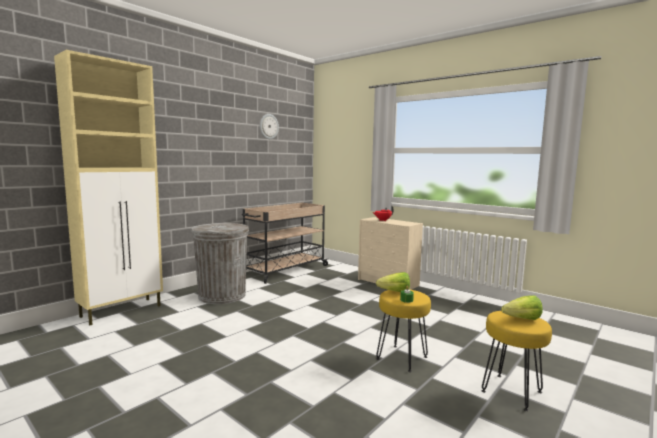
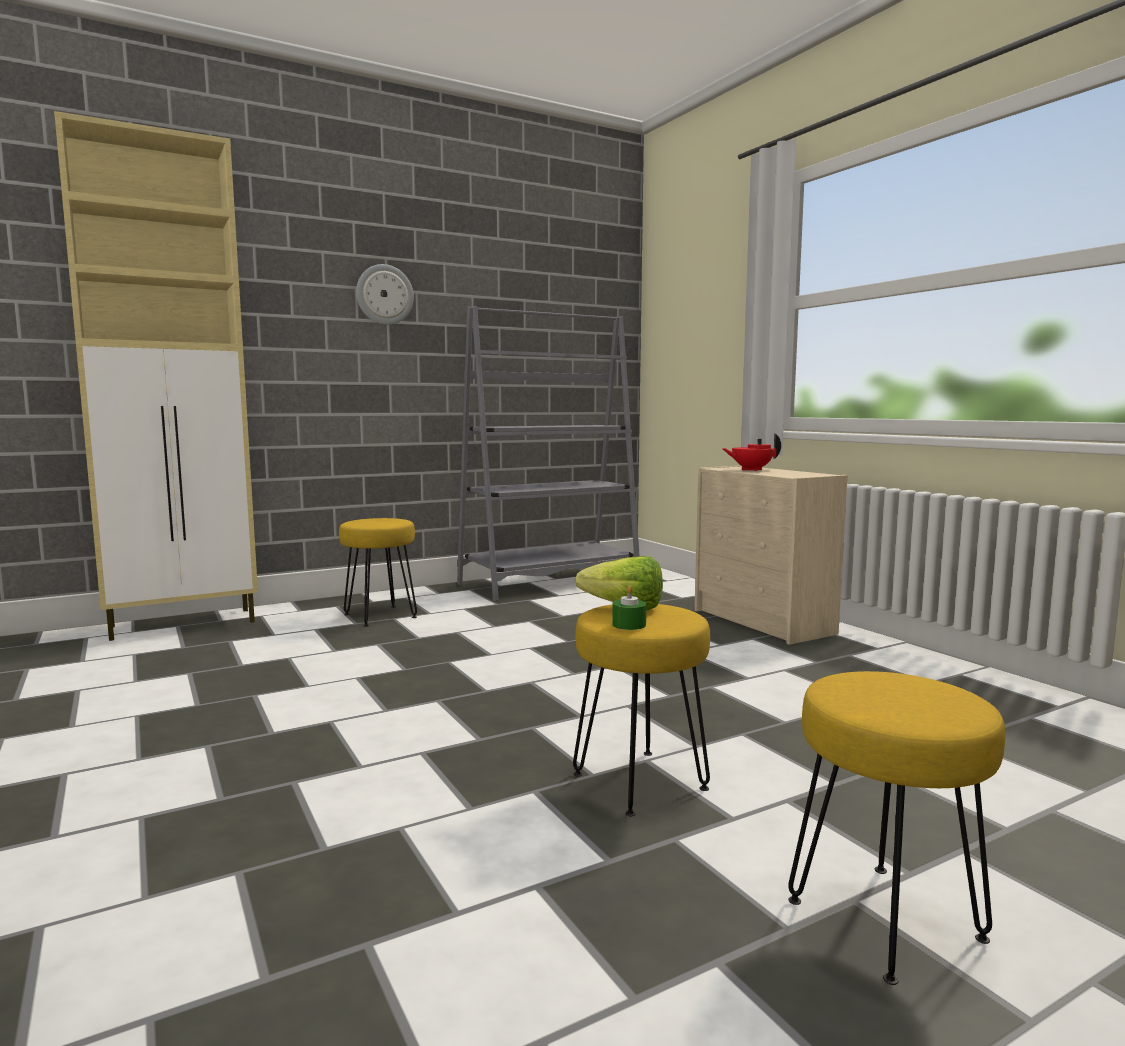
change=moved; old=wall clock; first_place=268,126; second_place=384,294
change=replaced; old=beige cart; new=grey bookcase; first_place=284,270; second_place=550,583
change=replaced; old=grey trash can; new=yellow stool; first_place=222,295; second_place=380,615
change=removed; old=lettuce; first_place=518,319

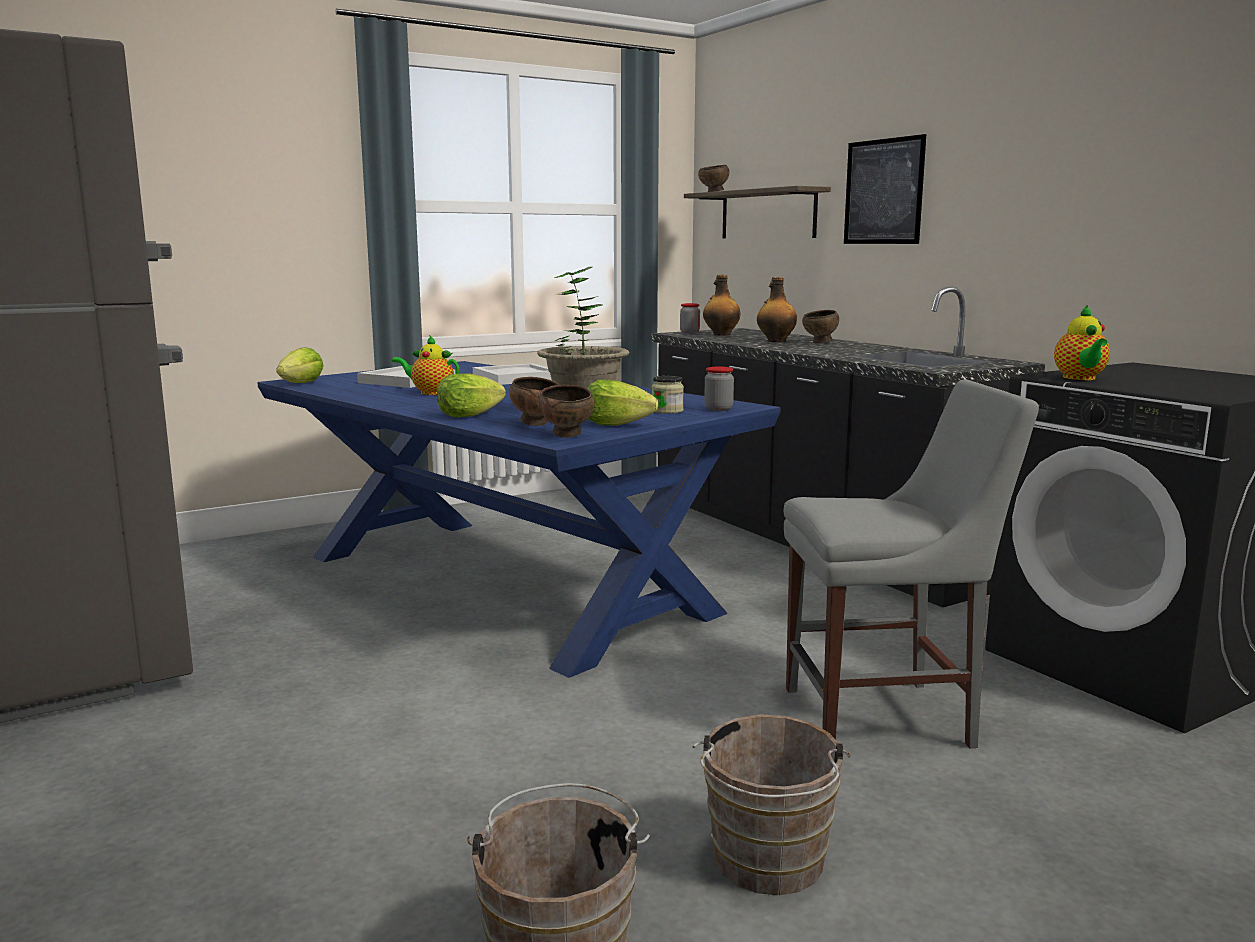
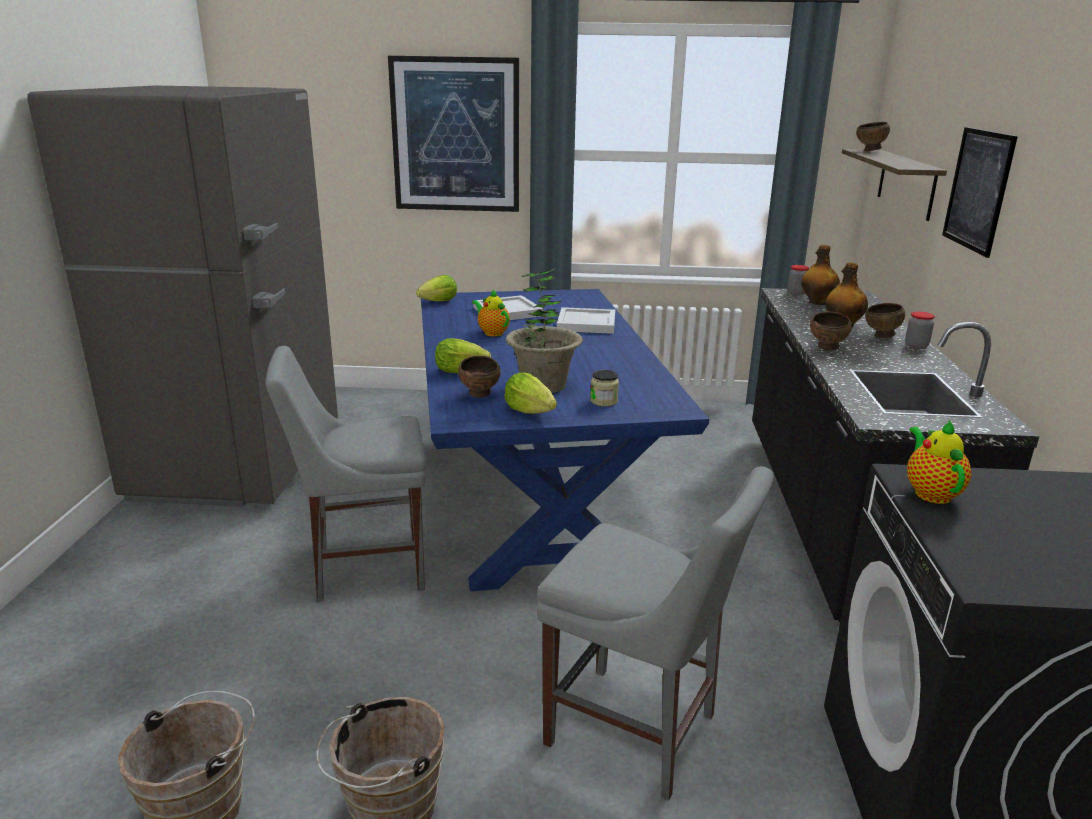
change=turned; old=teapot; first_place=1080,378; second_place=930,492; degrees=135
change=moved; old=jar; first_place=718,409; second_place=916,346
change=moved; old=brown bowl; first_place=567,435; second_place=827,348
change=added; new=picture; second_place=455,135
change=added; new=grey chair; second_place=363,568

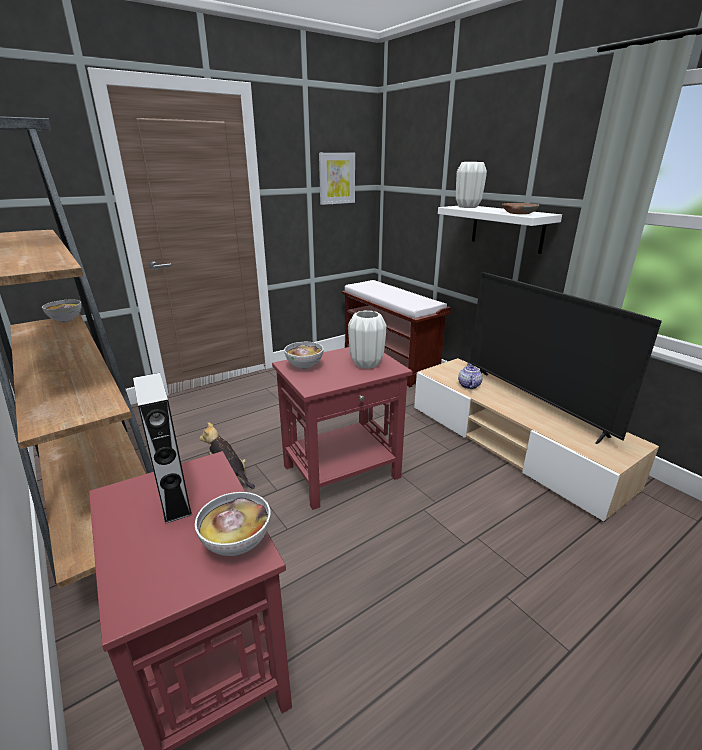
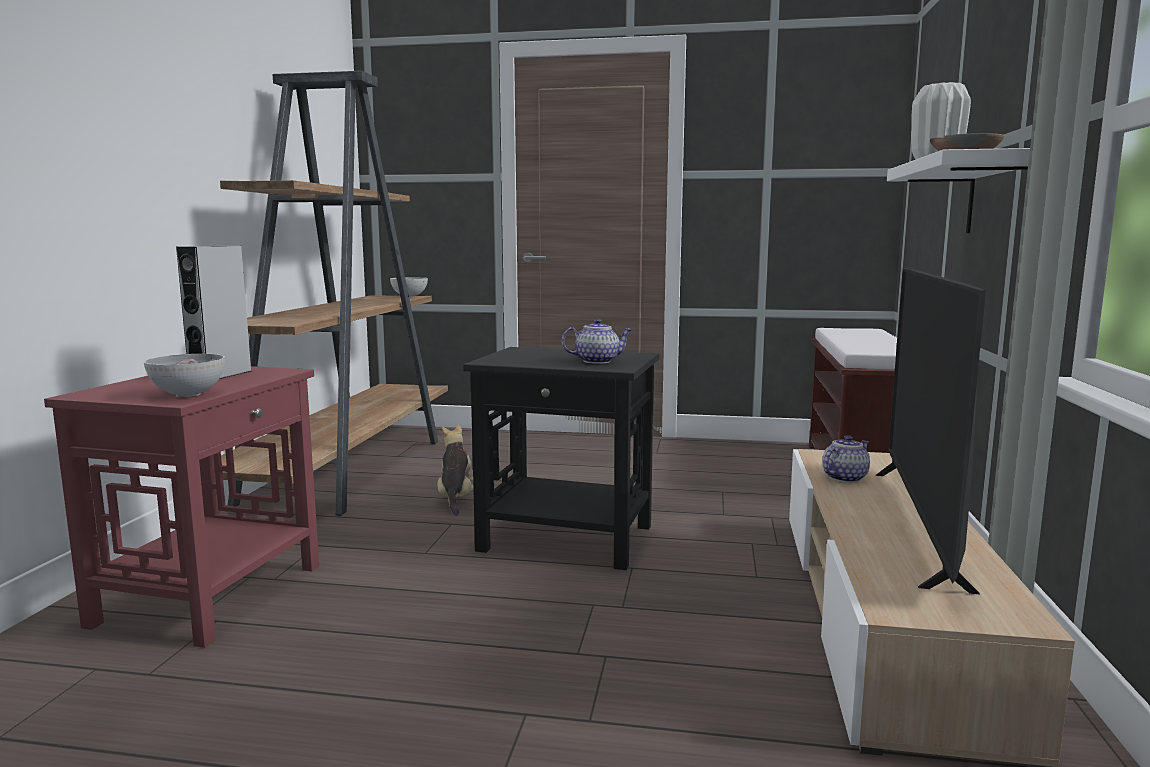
change=removed; old=picture; first_place=336,178
change=replaced; old=white vase; new=teapot; first_place=366,364; second_place=598,361
change=removed; old=bowl; first_place=305,366
change=recoloured; old=red side table; new=black side table; first_place=342,472; second_place=566,539

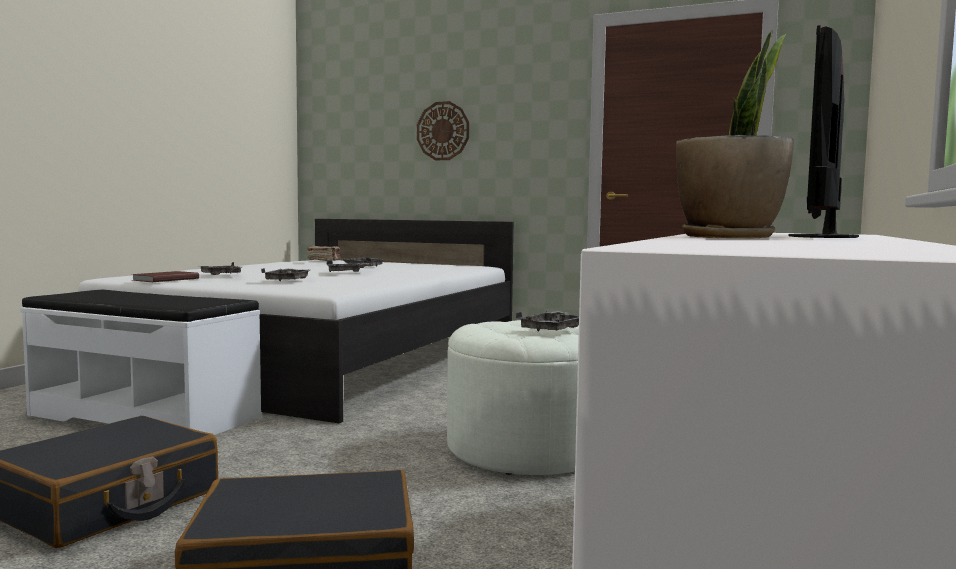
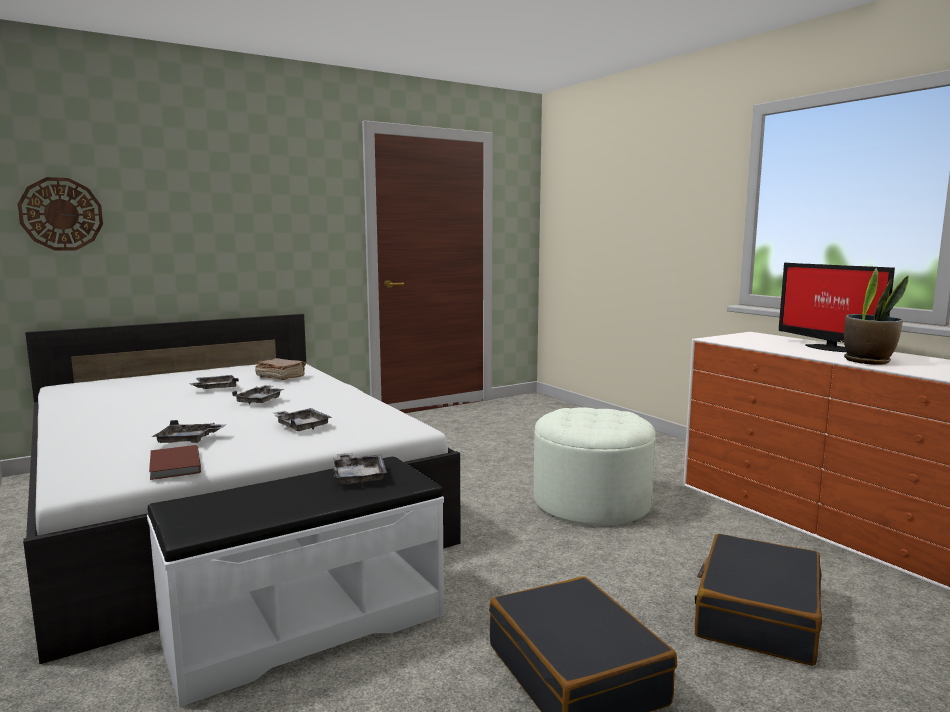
change=moved; old=wall clock; first_place=443,131; second_place=61,214
change=moved; old=brown book; first_place=324,261; second_place=280,377
change=moved; old=grey tray; first_place=552,329; second_place=358,477

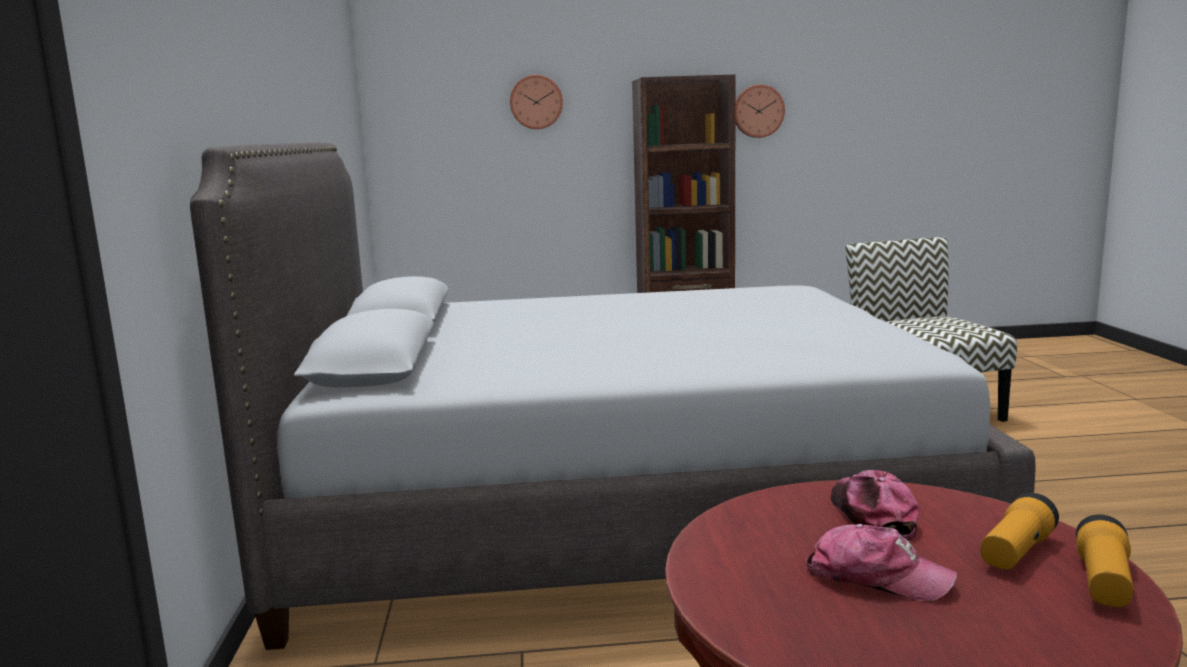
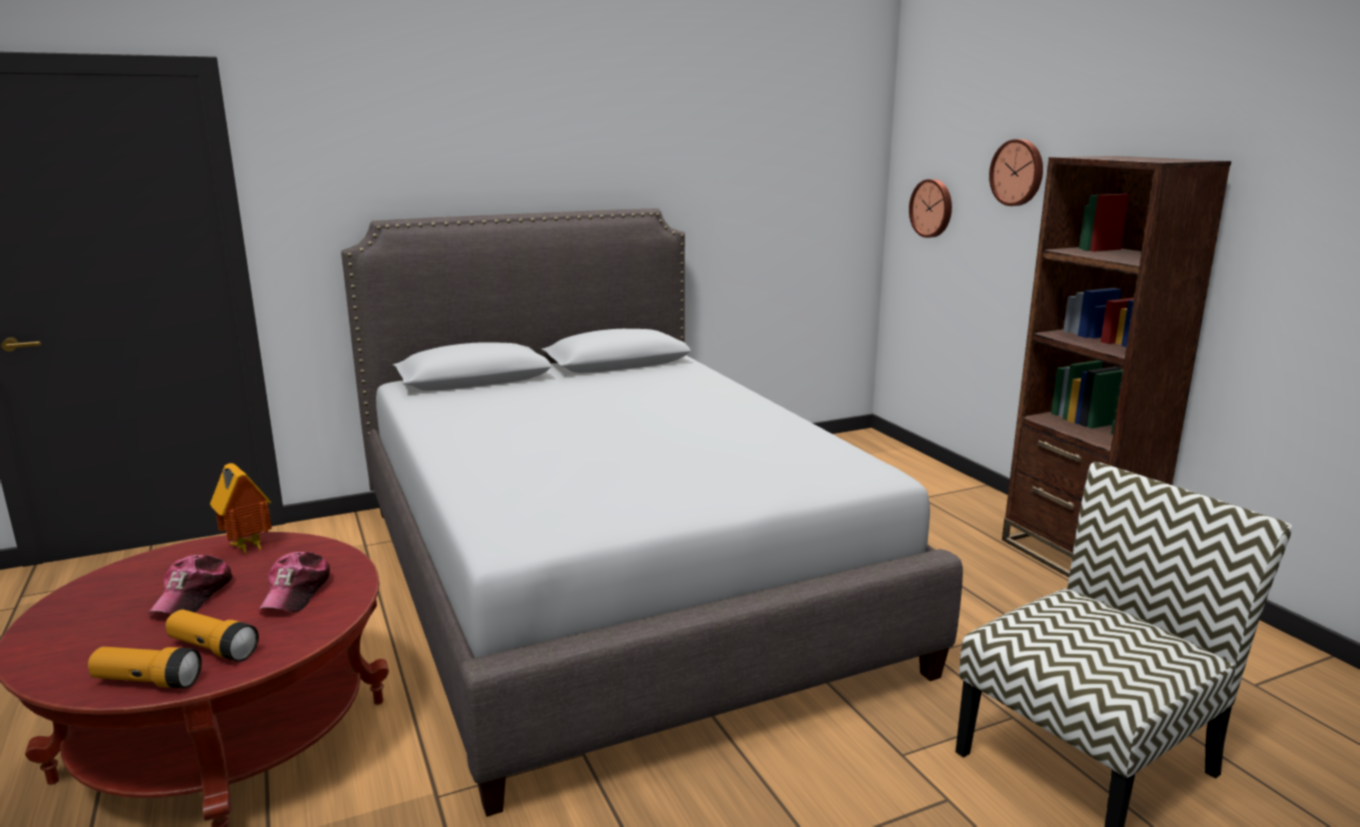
change=moved; old=wall clock; first_place=758,111; second_place=932,208
change=turned; old=cap; first_place=871,516; second_place=296,592; degrees=120
change=added; new=toy house; second_place=245,548

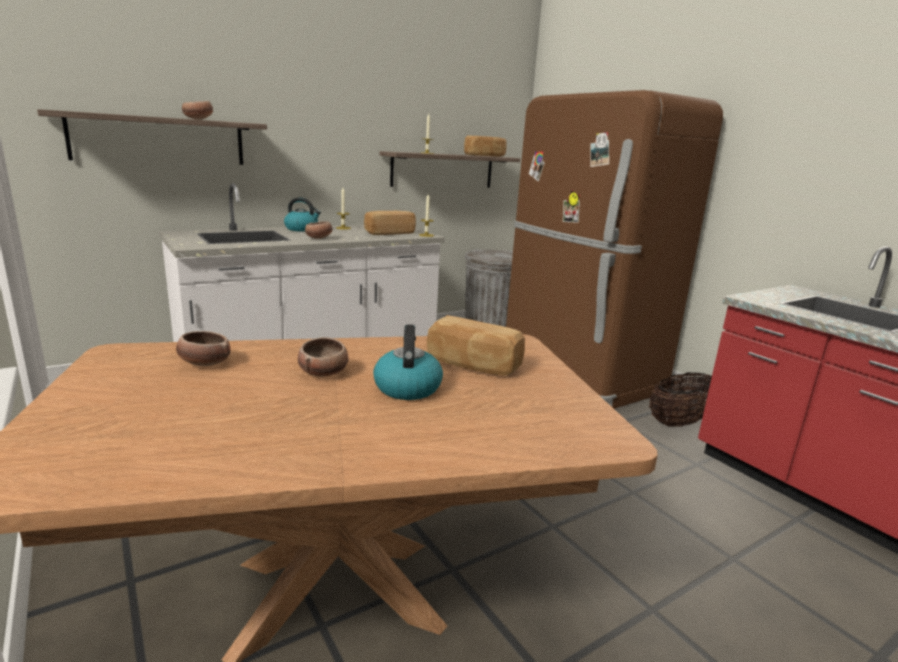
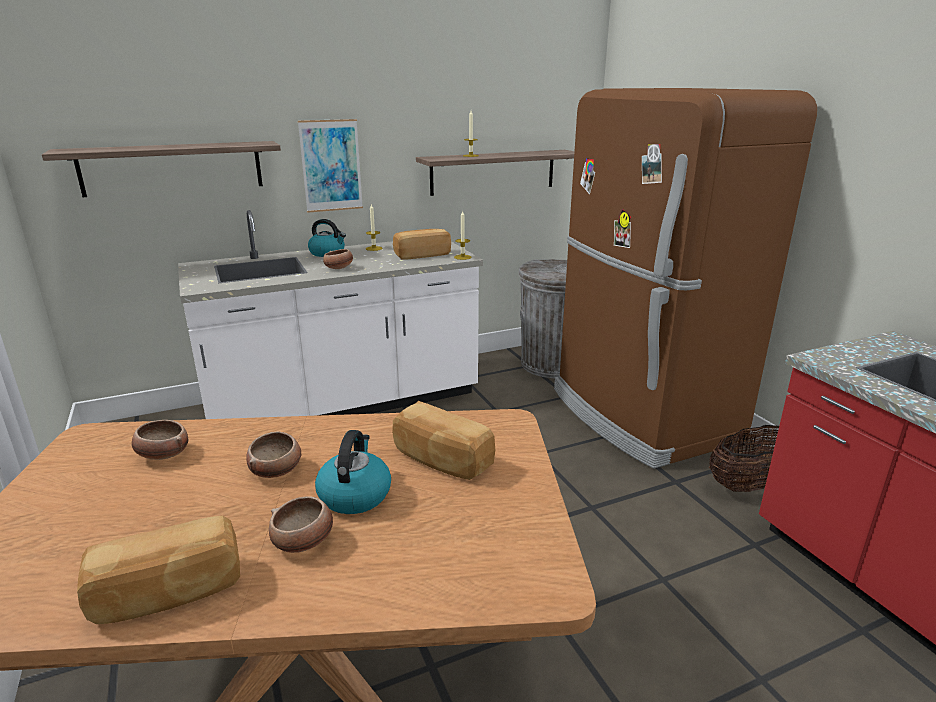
change=moved; old=bowl; first_place=198,119; second_place=304,541
change=moved; old=bread; first_place=485,156; second_place=169,593
change=added; new=picture; second_place=331,166

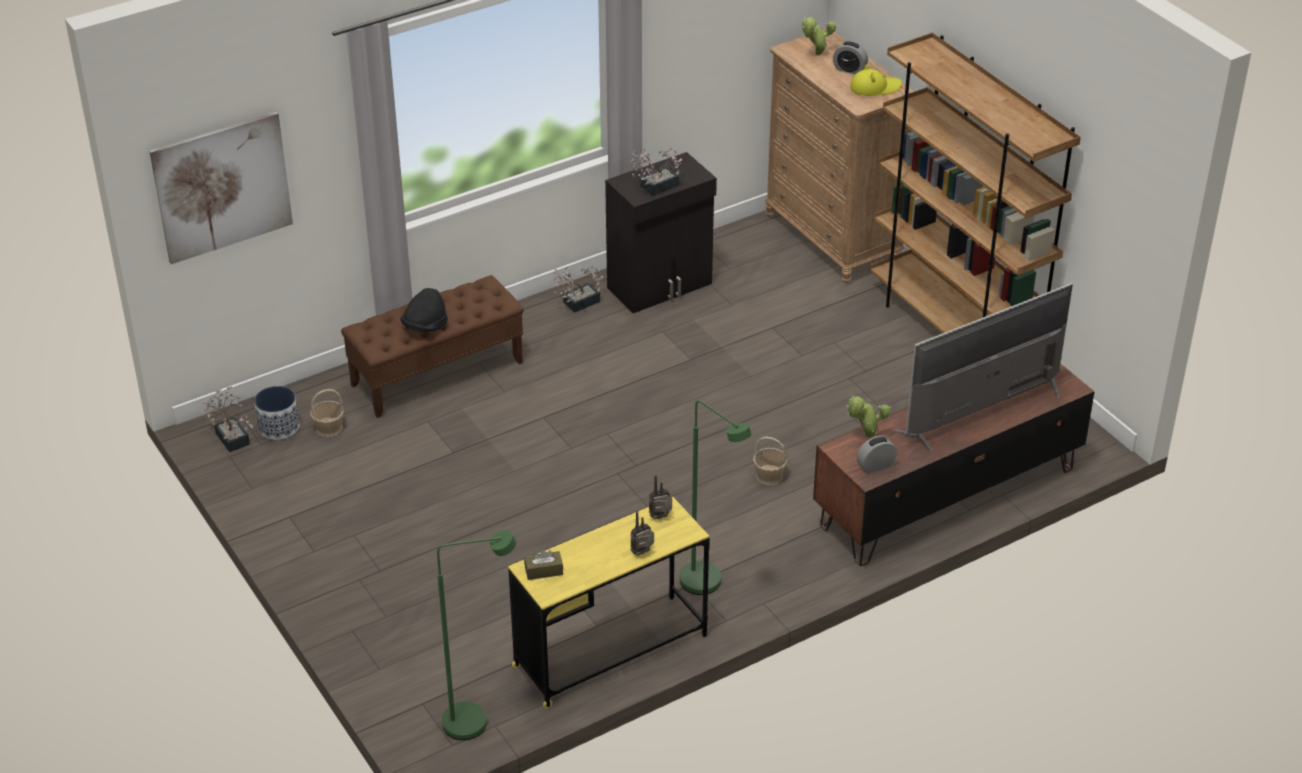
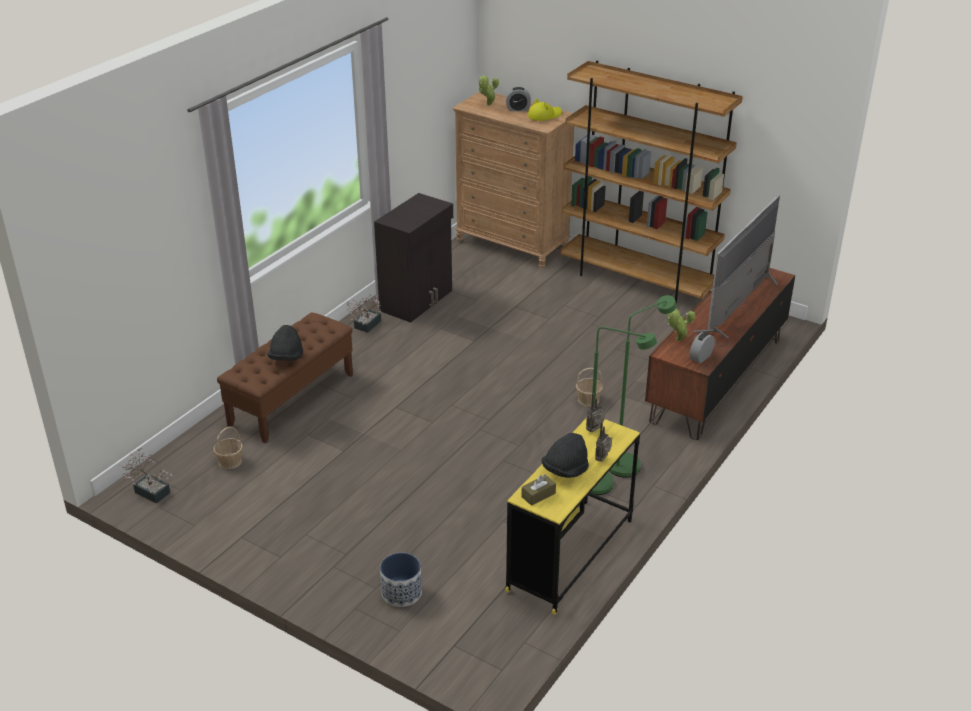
change=removed; old=picture; first_place=222,187
change=removed; old=potted plant; first_place=655,187
change=moved; old=planter; first_place=278,427; second_place=401,592
change=moved; old=green floor lamp; first_place=477,721; second_place=631,463
change=added; new=black hat; second_place=565,470

